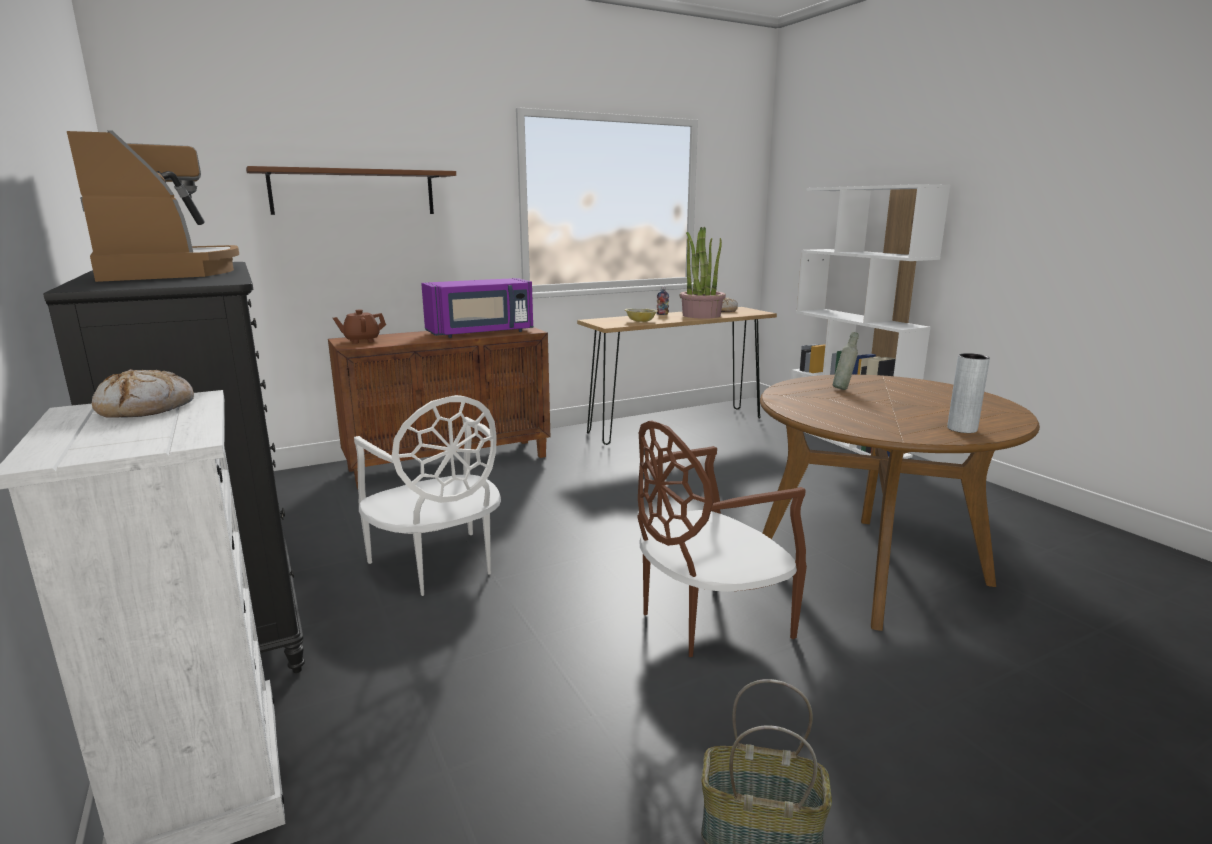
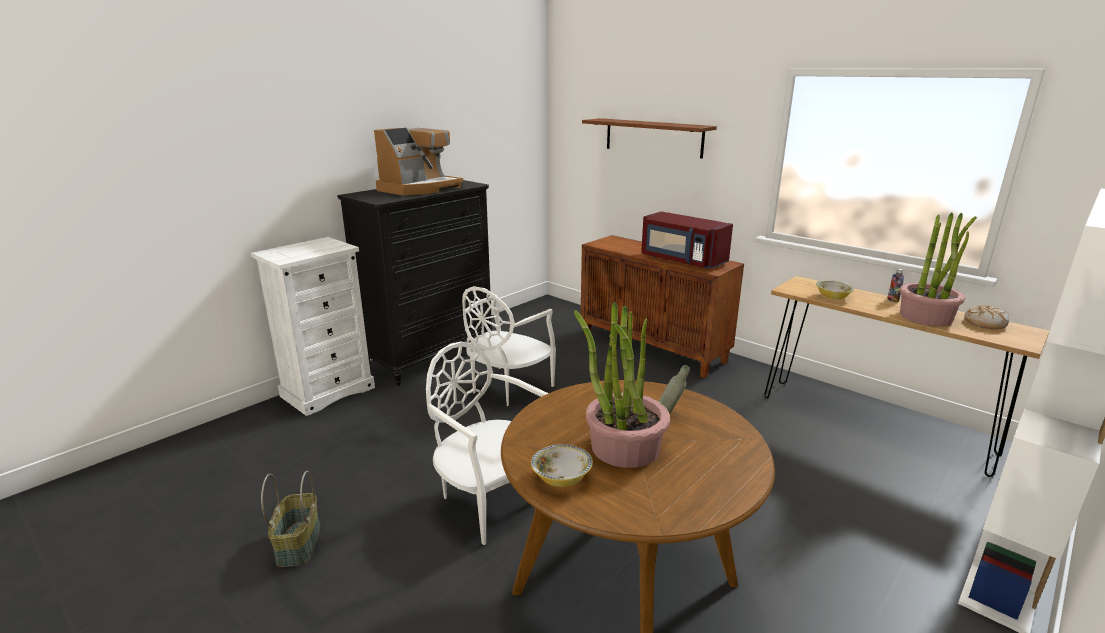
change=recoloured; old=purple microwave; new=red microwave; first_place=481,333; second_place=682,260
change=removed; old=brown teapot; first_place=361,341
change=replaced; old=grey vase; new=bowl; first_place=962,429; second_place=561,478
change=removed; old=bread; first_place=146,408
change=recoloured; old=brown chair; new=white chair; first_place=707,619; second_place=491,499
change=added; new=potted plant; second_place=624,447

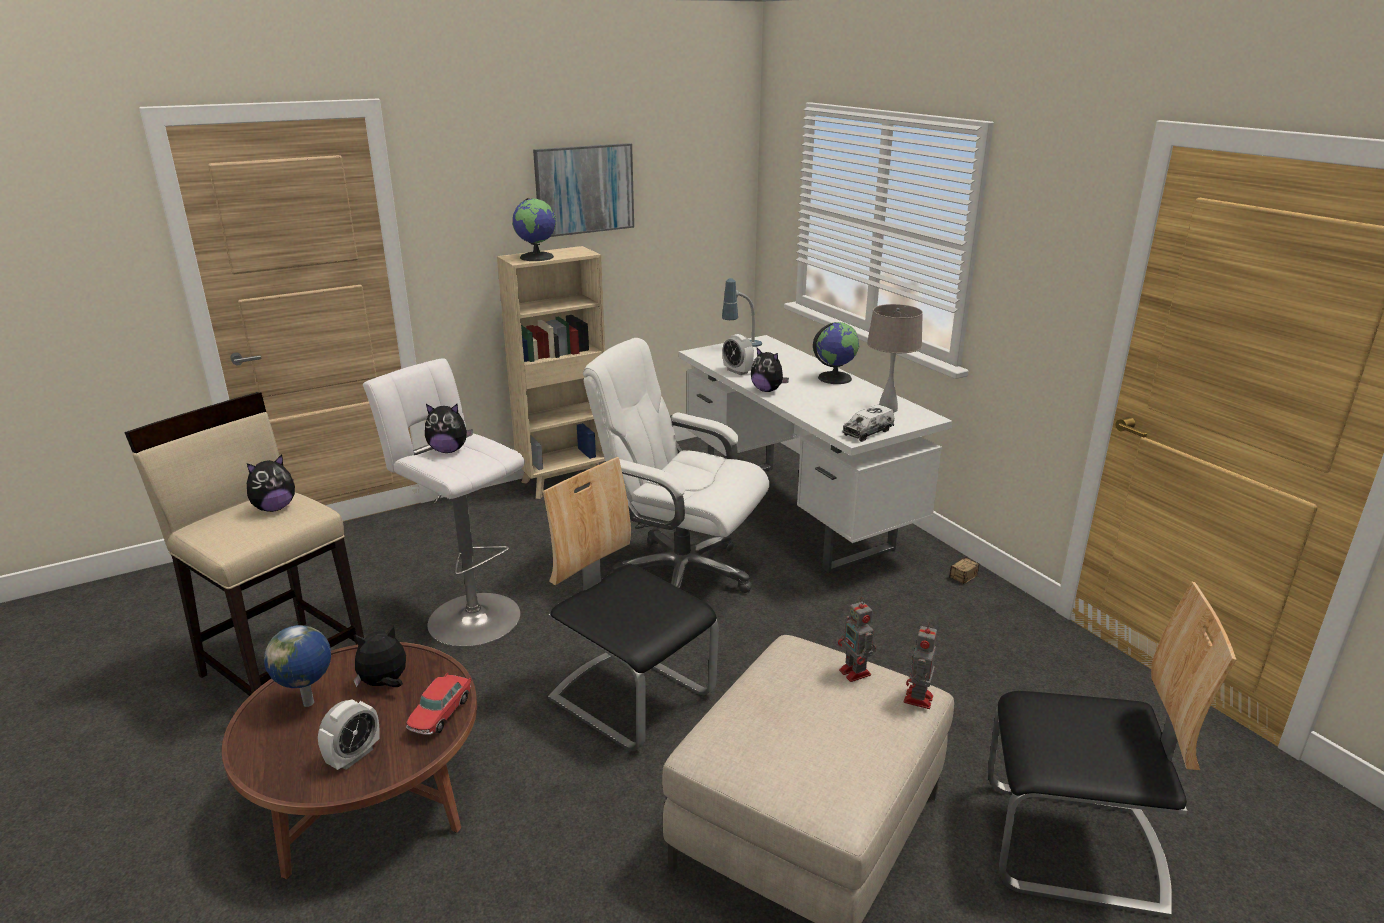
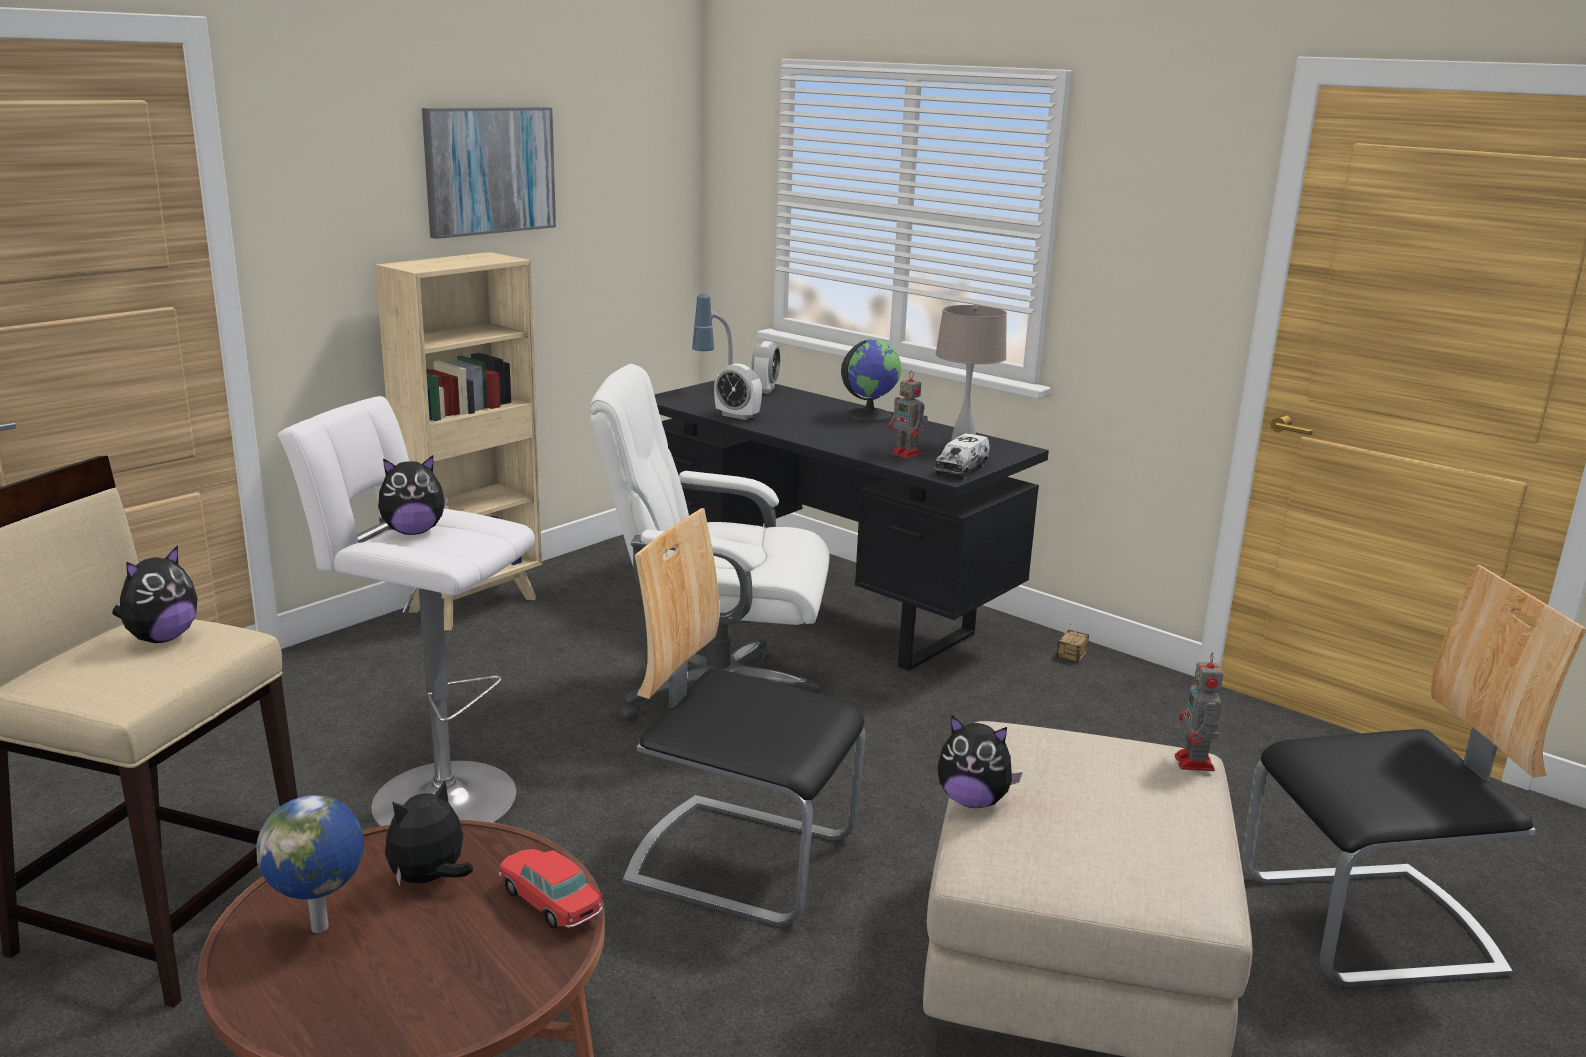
change=removed; old=globe; first_place=537,257
change=recoloured; old=white desk; new=black desk; first_place=796,514; second_place=825,608
change=moved; old=plush toy; first_place=767,390; second_place=973,801
change=moved; old=toy robot; first_place=856,673; second_place=907,454
change=turned; old=toy car; first_place=440,713; second_place=550,901; degrees=135
change=moved; old=alarm clock; first_place=354,756; second_place=765,390

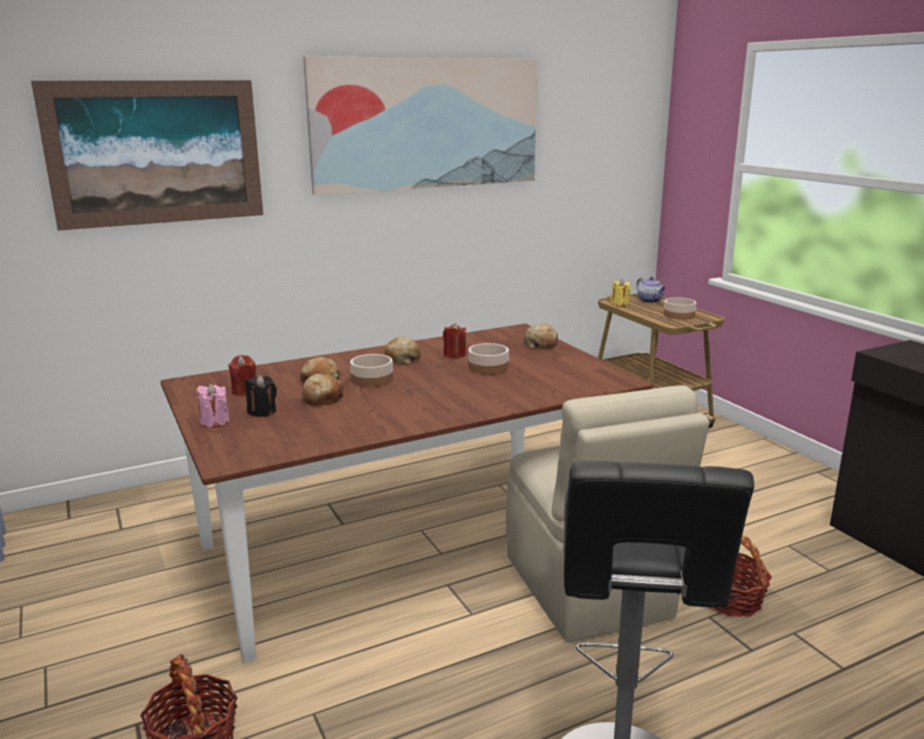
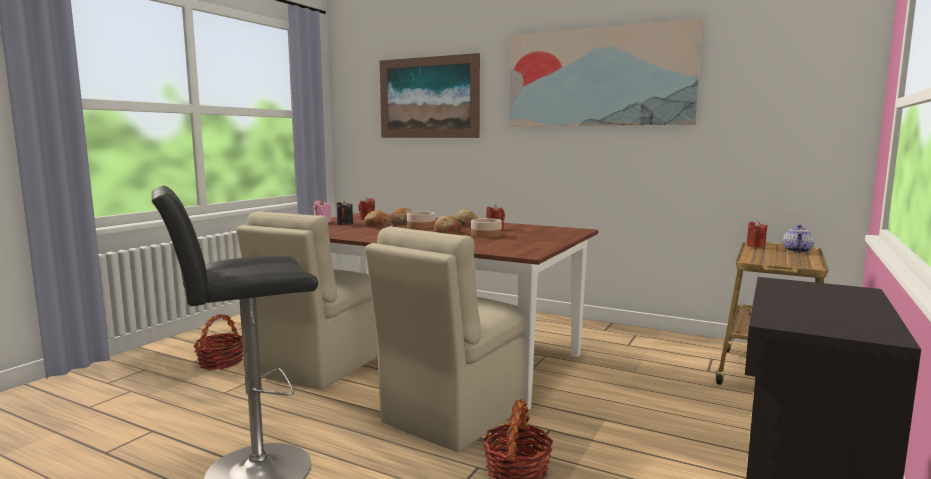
change=recoloured; old=yellow candle; new=red candle; first_place=620,303; second_place=755,246
change=removed; old=bowl; first_place=678,315
change=moved; old=bread; first_place=541,344; second_place=446,232
change=added; new=beige chair; second_place=320,365

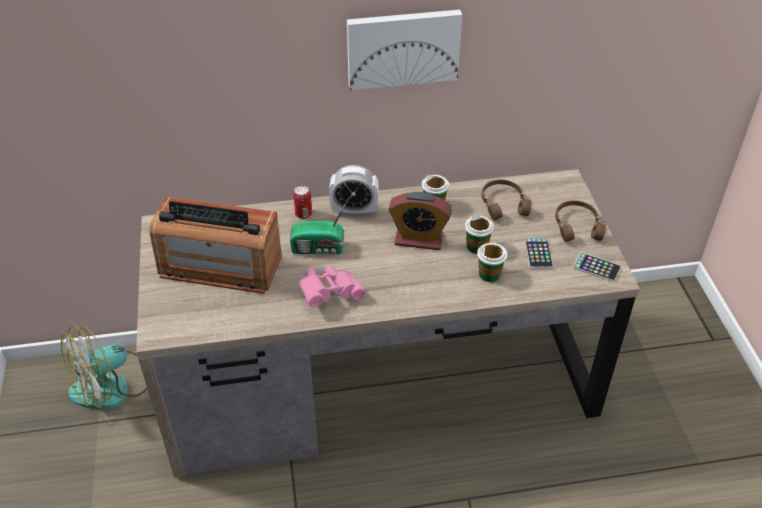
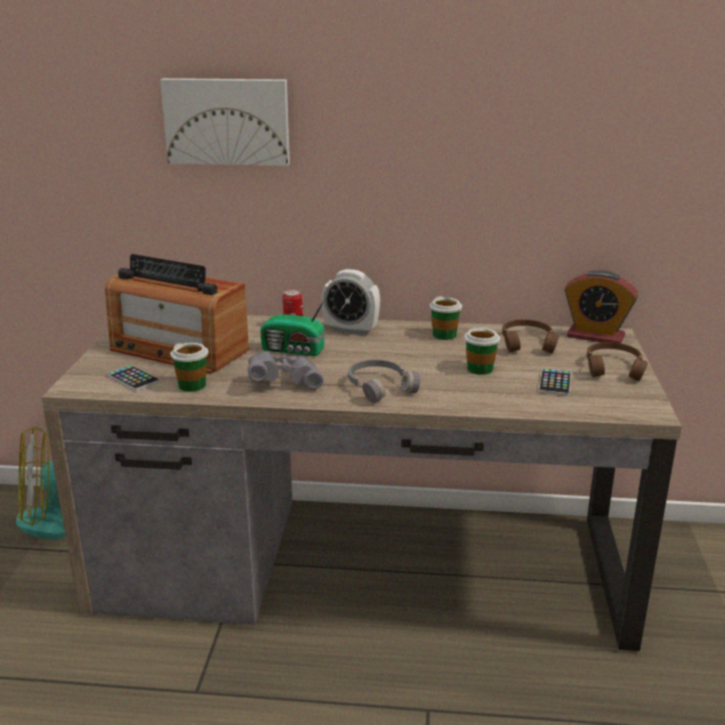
change=moved; old=picture; first_place=403,47; second_place=227,121
change=moved; old=alarm clock; first_place=418,239; second_place=595,336
change=moved; old=cup; first_place=489,274; second_place=192,385
change=moved; old=phone; first_place=596,268; second_place=133,379
change=recoloured; old=pink binoculars; new=grey binoculars; first_place=330,294; second_place=284,382
change=added; new=grey headphones; second_place=380,387

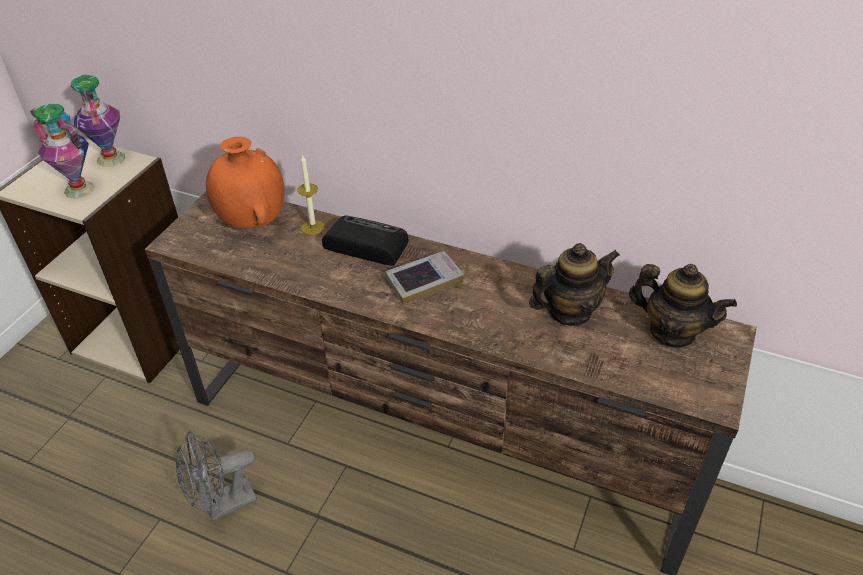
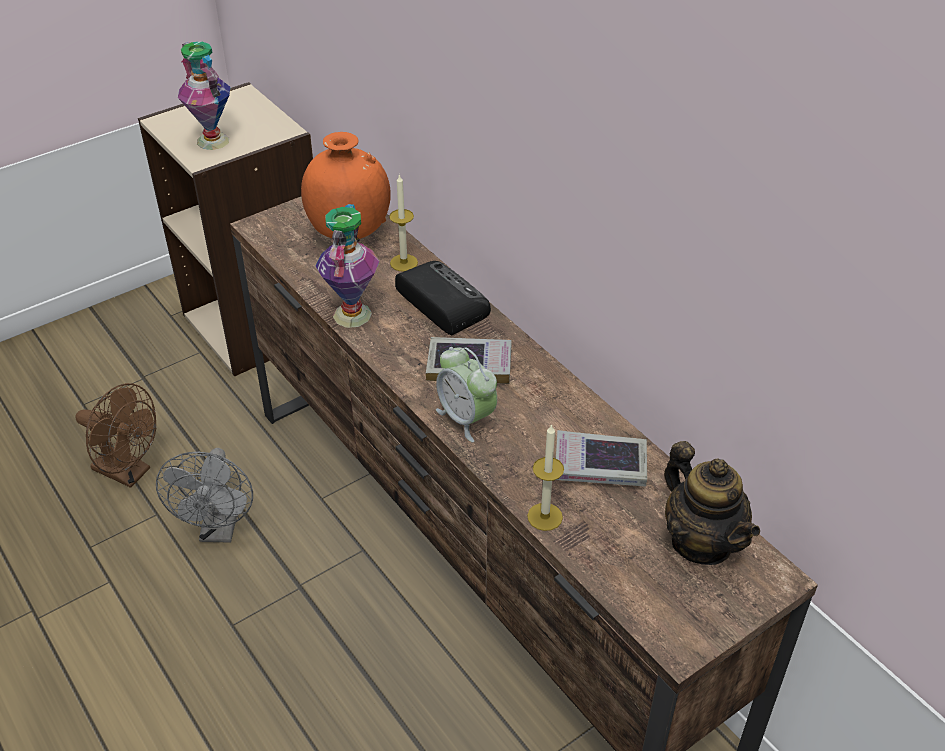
change=moved; old=vase; first_place=110,158; second_place=351,314
change=replaced; old=teapot; new=book; first_place=569,311; second_place=600,465
change=turned; old=grey fan; first_place=223,505; second_place=219,529; degrees=-90
change=added; new=alarm clock; second_place=466,418
change=added; new=brown fan; second_place=129,472
change=added; new=candle; second_place=545,516

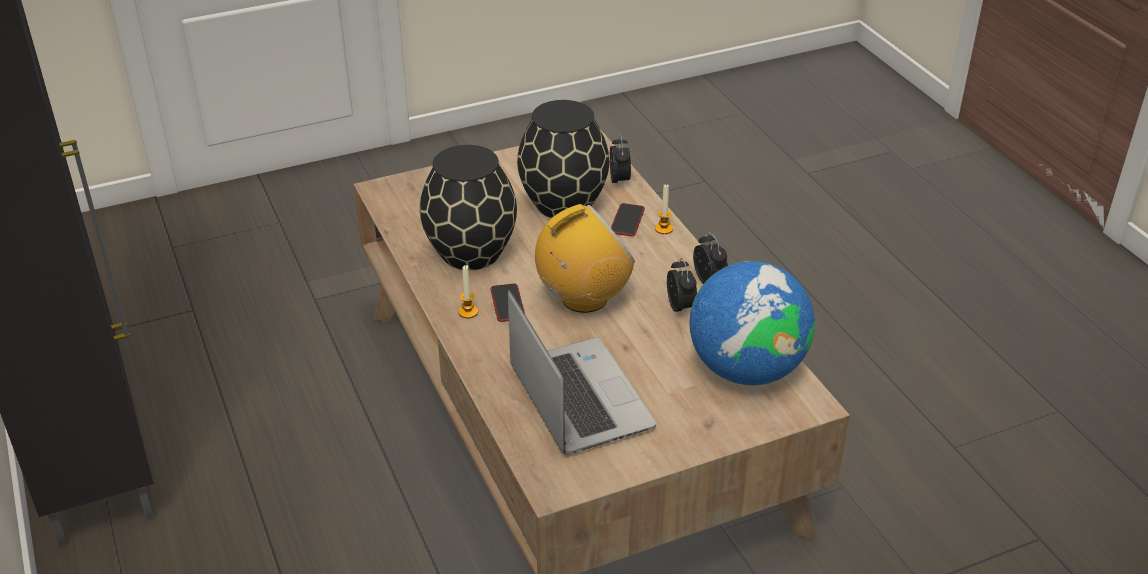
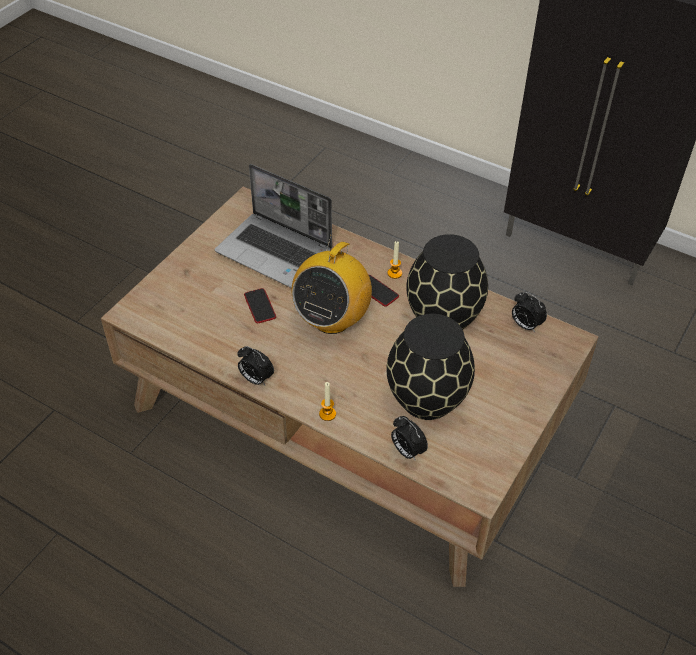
change=moved; old=phone; first_place=627,221; second_place=260,306
change=moved; old=alarm clock; first_place=681,307; second_place=525,325
change=removed; old=globe; first_place=746,369

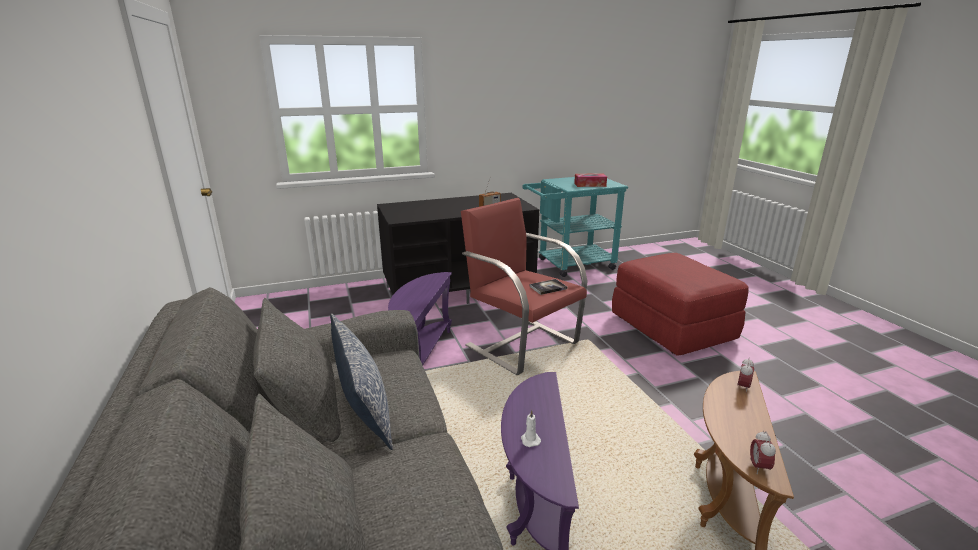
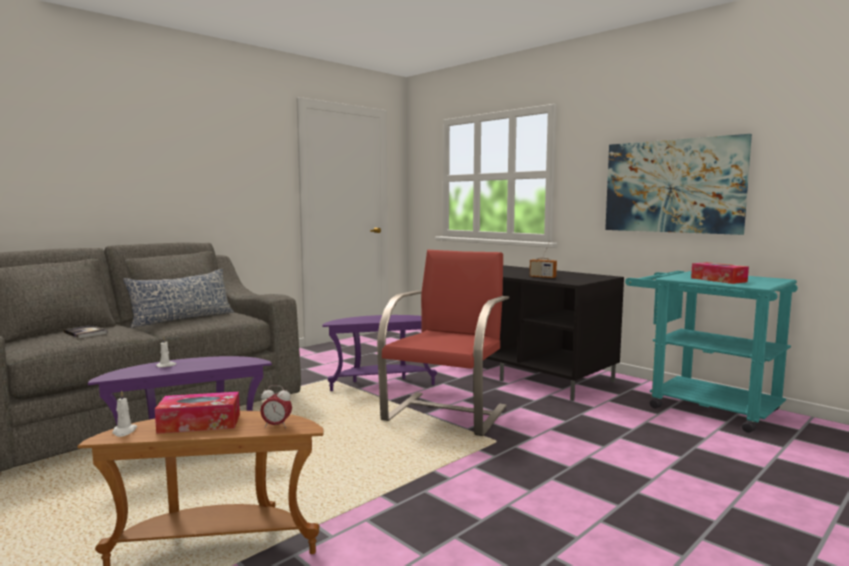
change=removed; old=red ottoman; first_place=673,328
change=moved; old=book; first_place=548,287; second_place=85,333
change=replaced; old=alarm clock; new=white candle; first_place=758,467; second_place=124,431
change=added; new=picture; second_place=673,186
change=added; new=tissue box; second_place=199,423

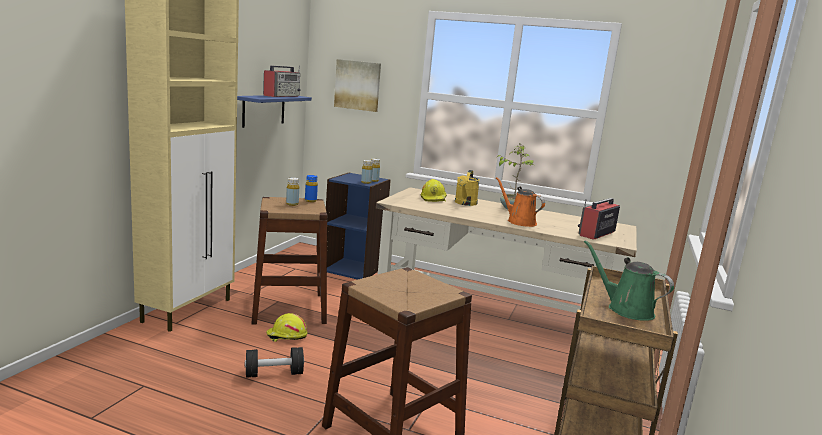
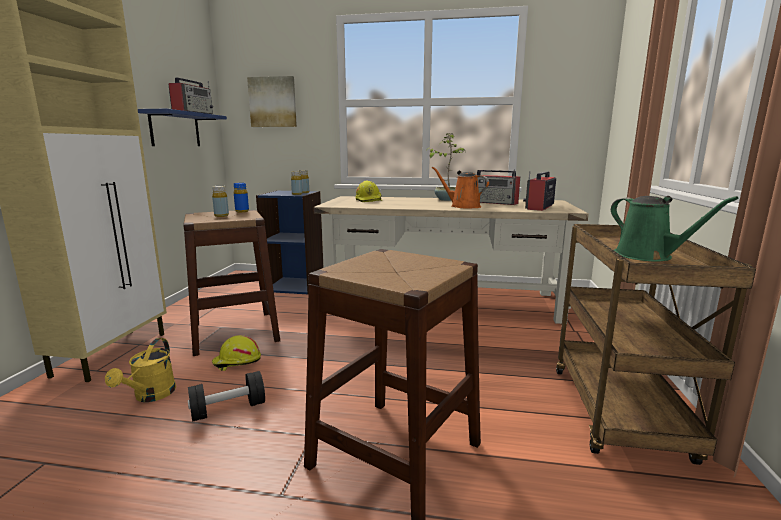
change=moved; old=yellow watering can; first_place=465,203; second_place=151,396
change=turned; old=green watering can; first_place=626,309; second_place=647,256; degrees=-150
change=added; new=radio; second_place=494,202

